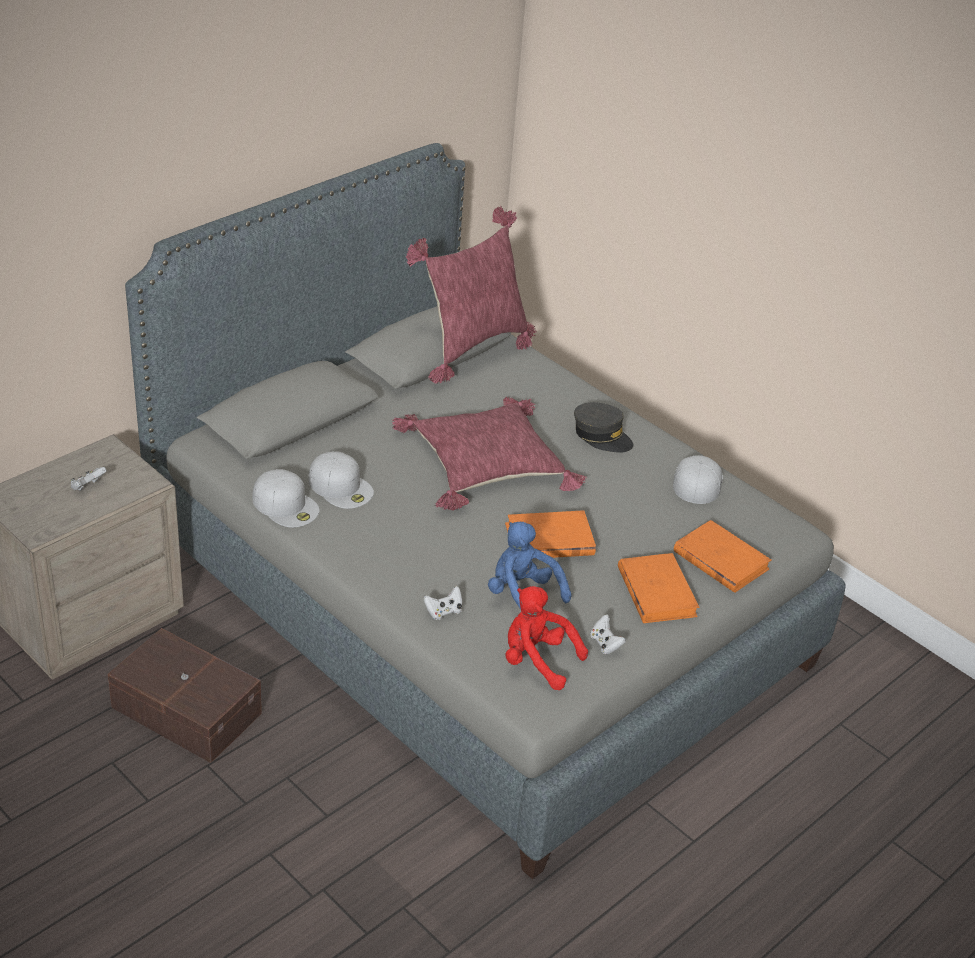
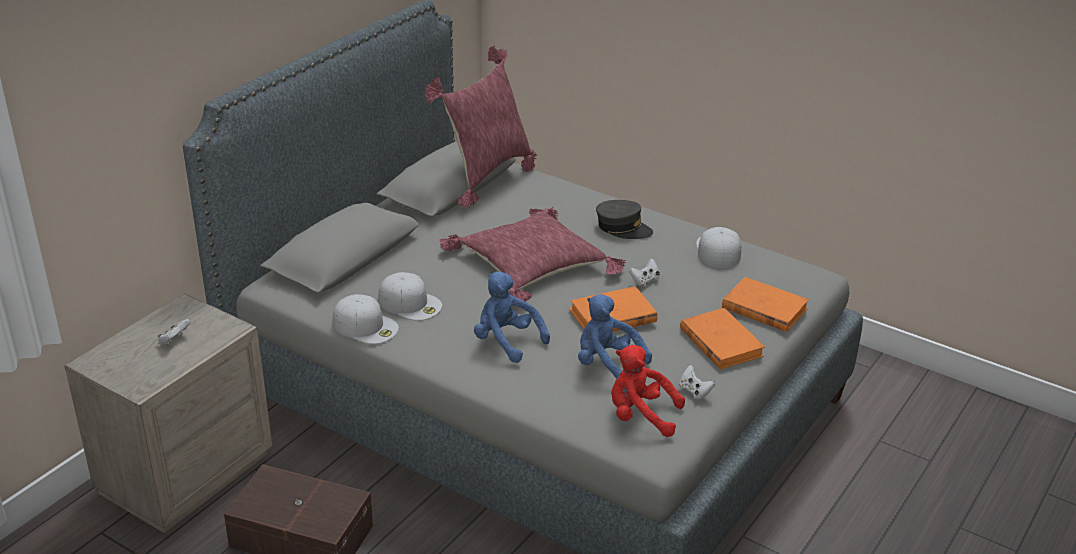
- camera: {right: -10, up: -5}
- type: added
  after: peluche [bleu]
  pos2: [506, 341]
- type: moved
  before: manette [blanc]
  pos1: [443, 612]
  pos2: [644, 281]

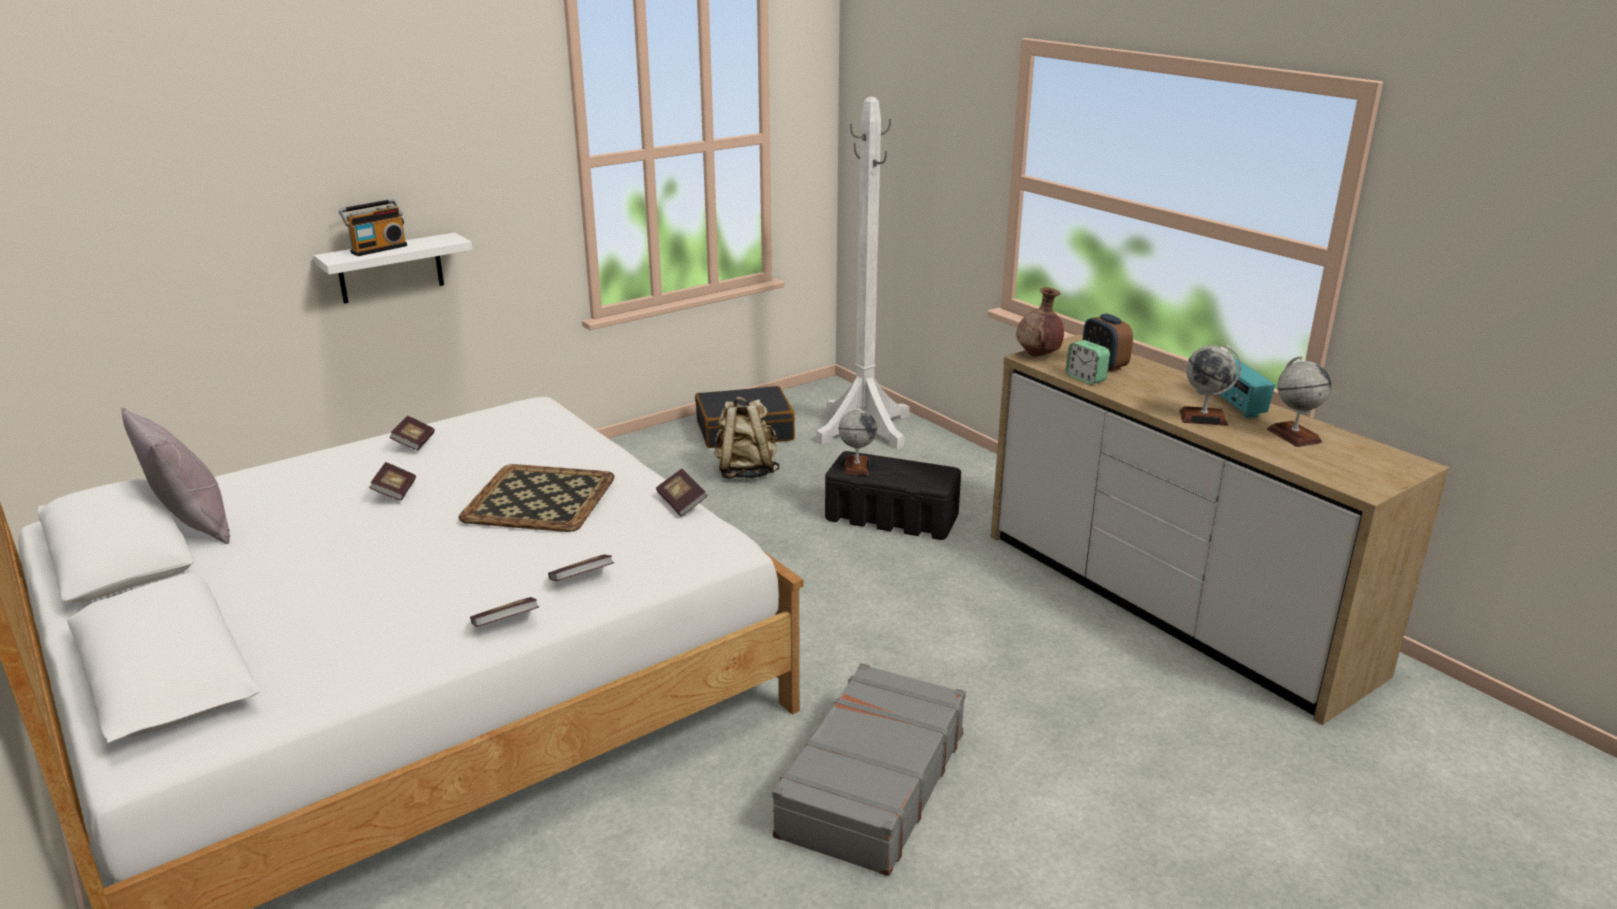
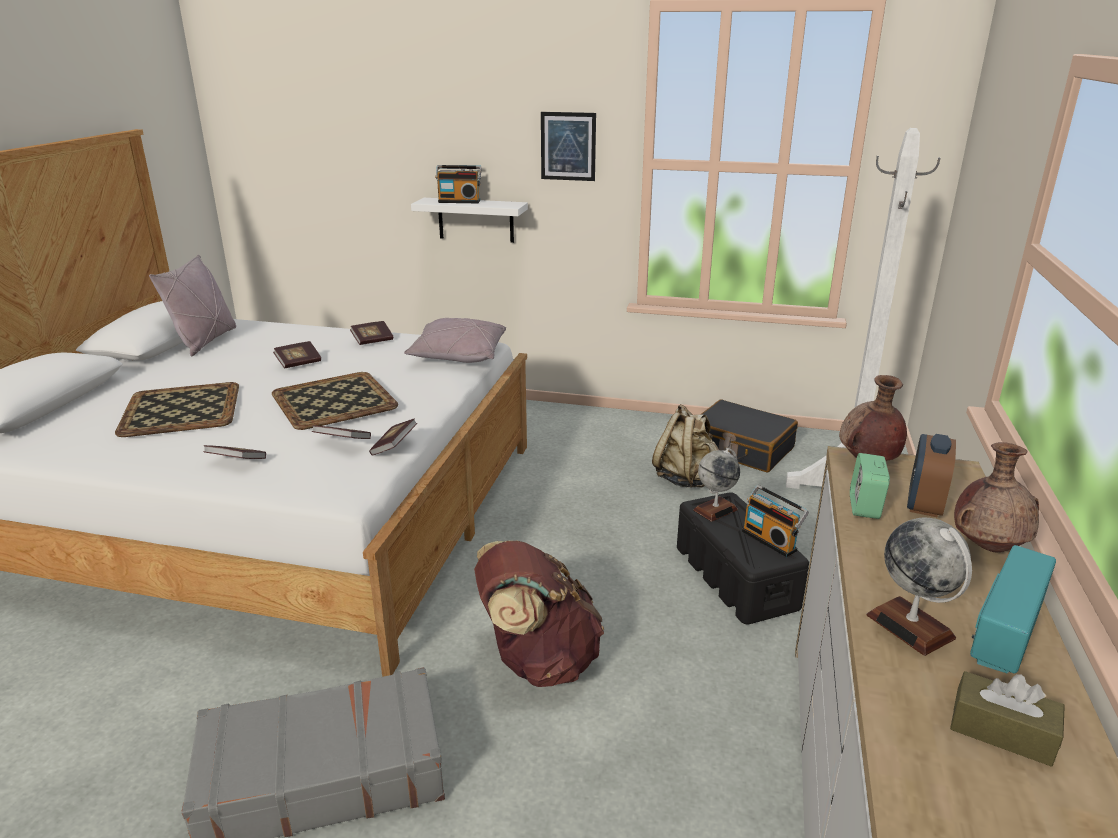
- camera: {right: 50, up: 0}
- type: added
  after: plateau
  pos2: [180, 409]
- type: moved
  before: livre
  pos1: [506, 624]
  pos2: [342, 442]
- type: added
  after: coussin [violet]
  pos2: [458, 356]
- type: added
  after: sac à dos [marron]
  pos2: [538, 660]
- type: added
  after: tableau
  pos2: [568, 146]
- type: added
  after: radio
  pos2: [771, 540]
- type: replaced
  before: globe
  after: boîte à mouchoirs [marron]
  pos1: [1293, 435]
  pos2: [1001, 731]
- type: added
  after: vase [marron]
  pos2: [988, 546]

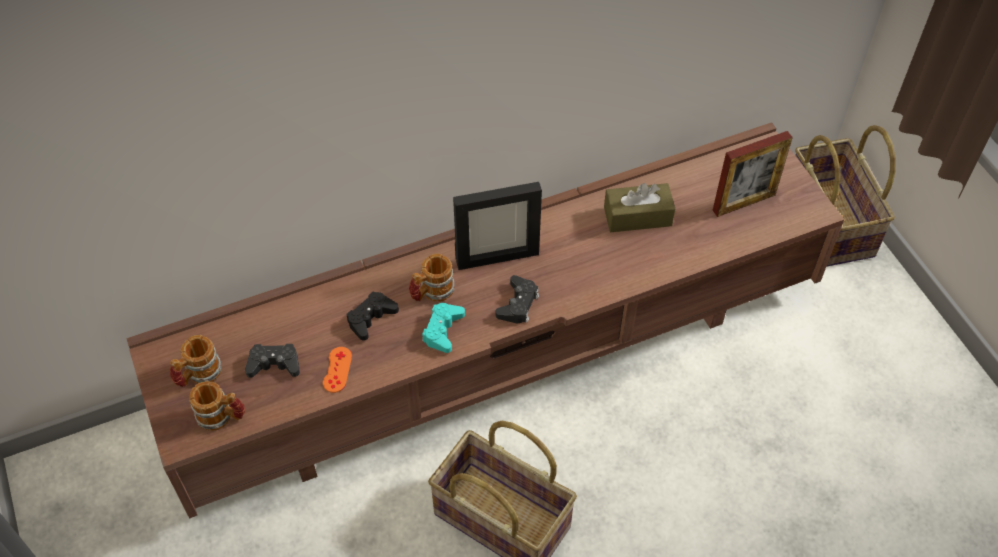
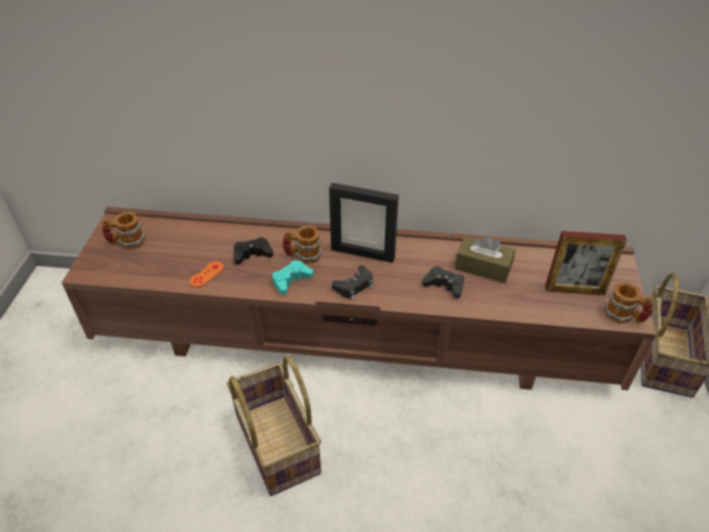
- camera: {right: 30, up: -10}
- type: moved
  before: manette [noir]
  pos1: [274, 364]
  pos2: [444, 285]
- type: moved
  before: mug
  pos1: [222, 417]
  pos2: [624, 316]

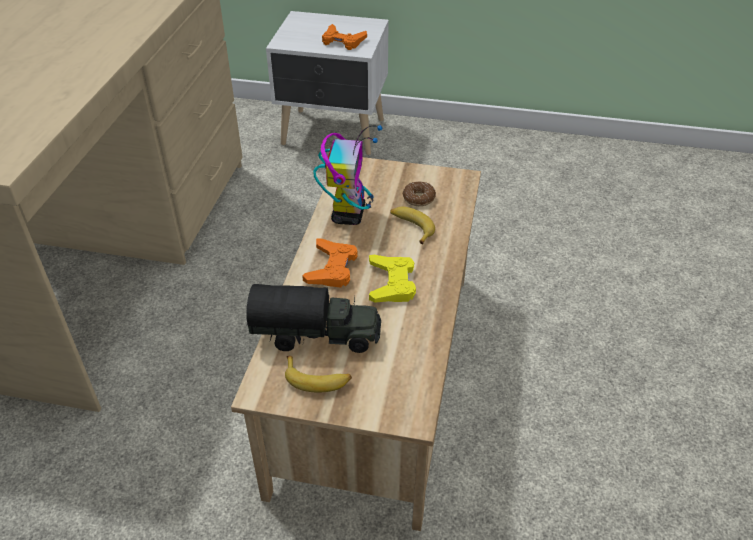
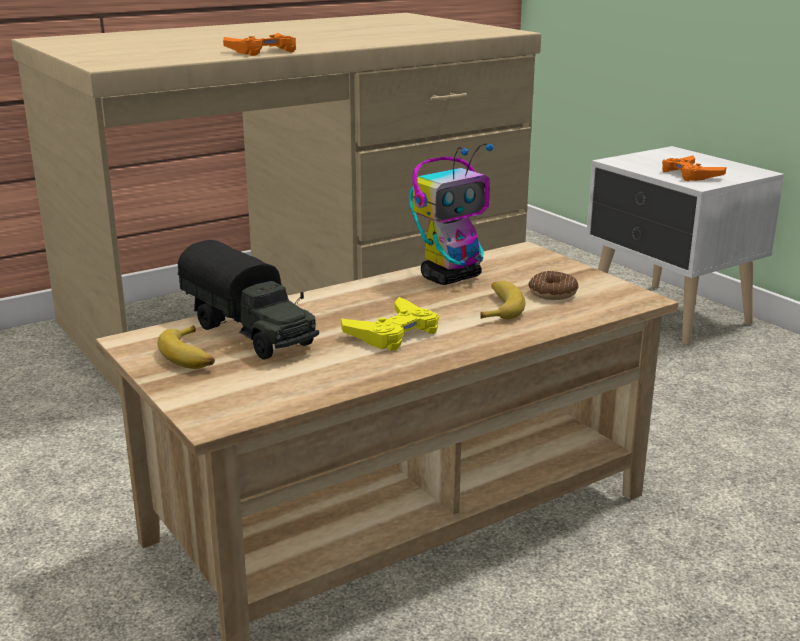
- camera: {right: 45, up: -20}
- type: moved
  before: manette [orange]
  pos1: [332, 268]
  pos2: [263, 51]

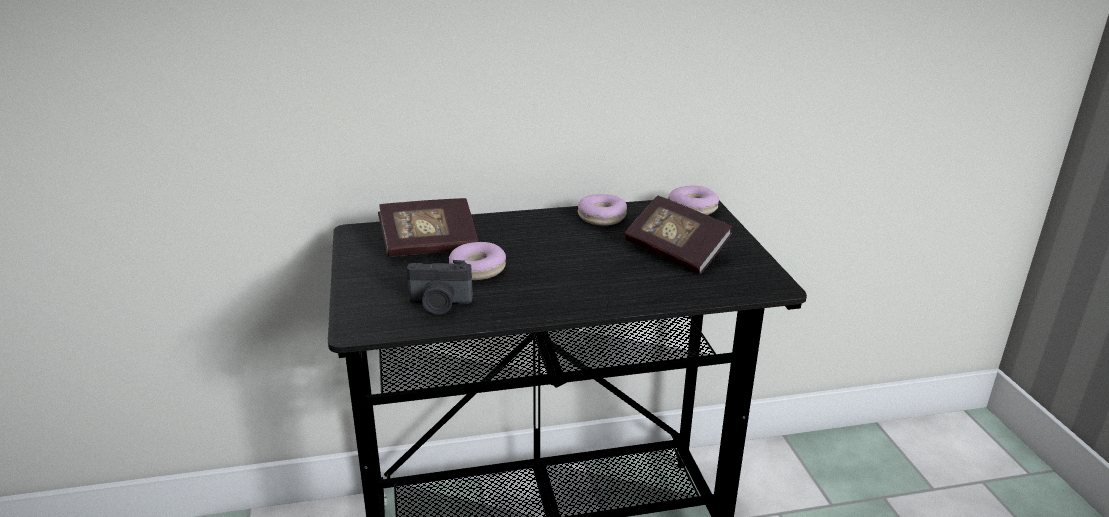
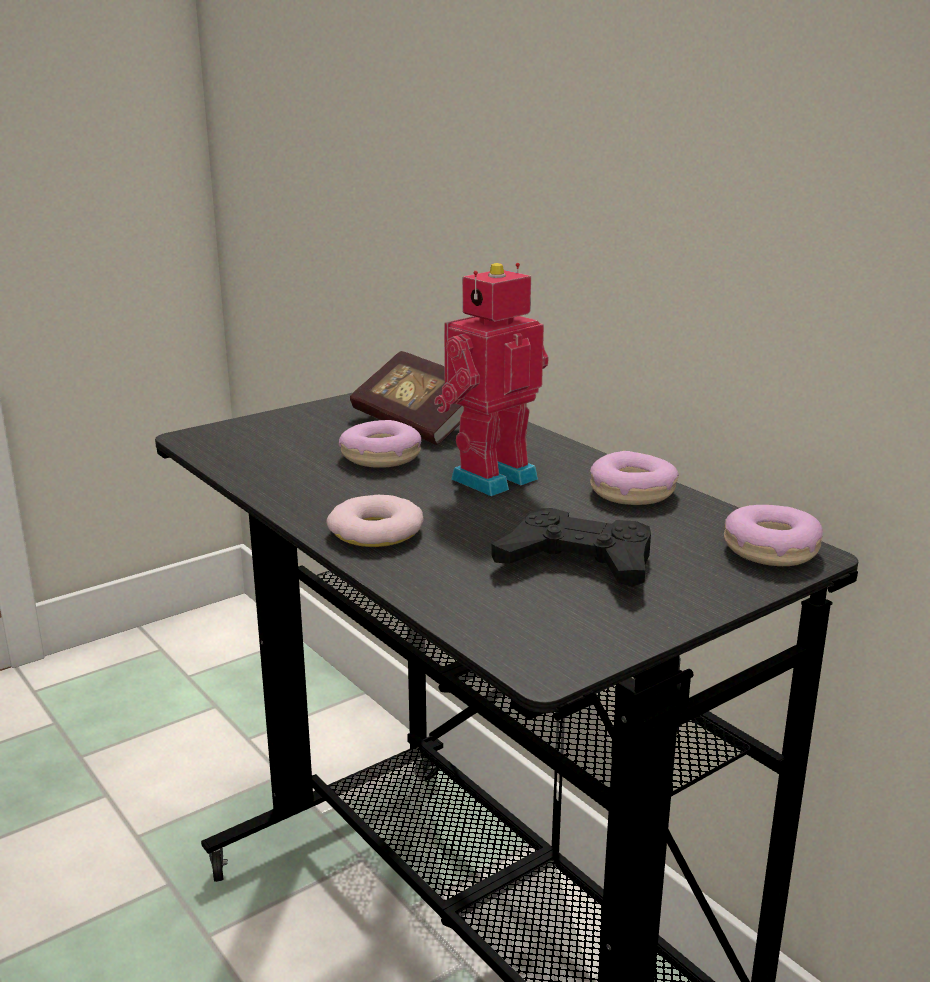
- camera: {right: 65, up: -5}
- type: added
  after: beignet
  pos2: [375, 531]
- type: added
  after: robot jouet
  pos2: [490, 477]
- type: replaced
  before: livre
  after: manette [noir]
  pos1: [675, 252]
  pos2: [577, 562]
- type: removed
  before: appareil photo
  pos1: [439, 304]

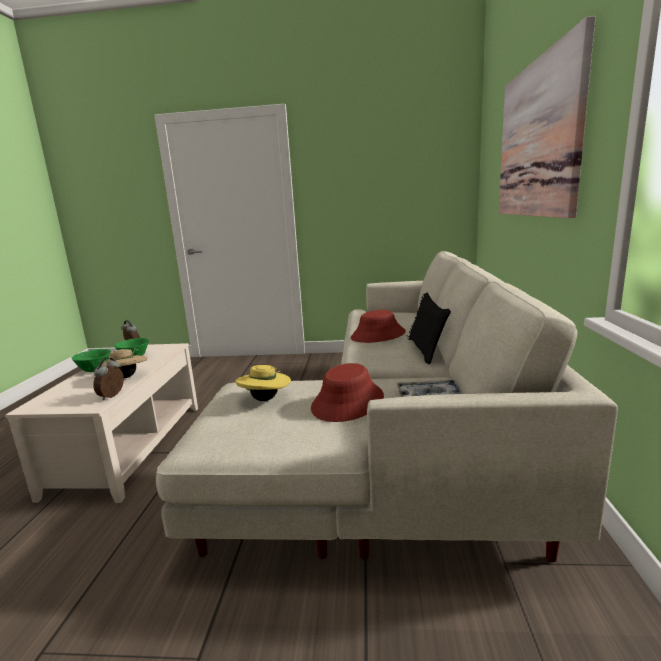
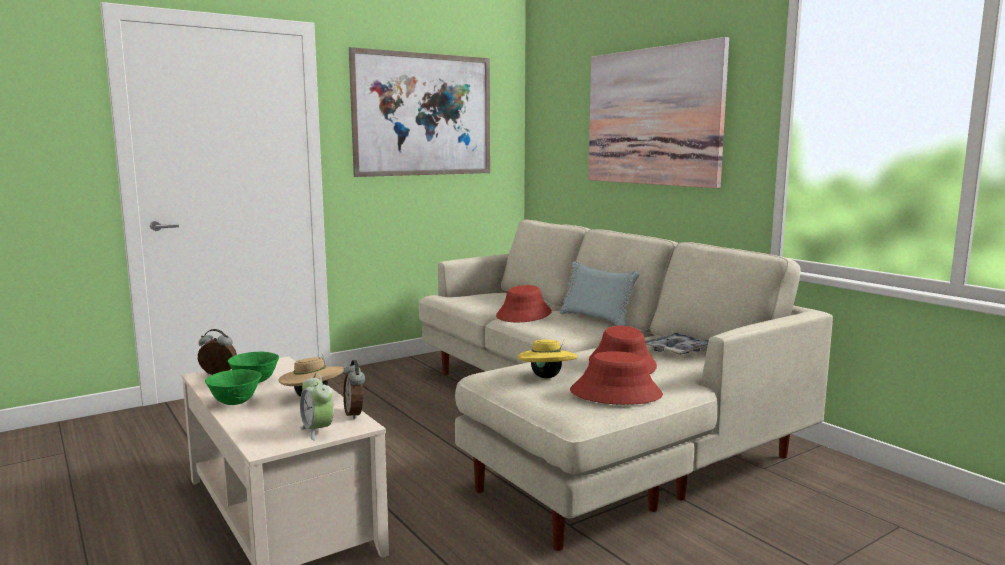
- camera: {right: -40, up: -5}
- type: added
  after: réveil
  pos2: [317, 431]
- type: added
  after: tableau
  pos2: [423, 115]
- type: recoloured
  before: coussin [noir]
  after: coussin [bleu]
  pos1: [427, 350]
  pos2: [596, 320]
- type: added
  after: chapeau [rouge]
  pos2: [616, 393]

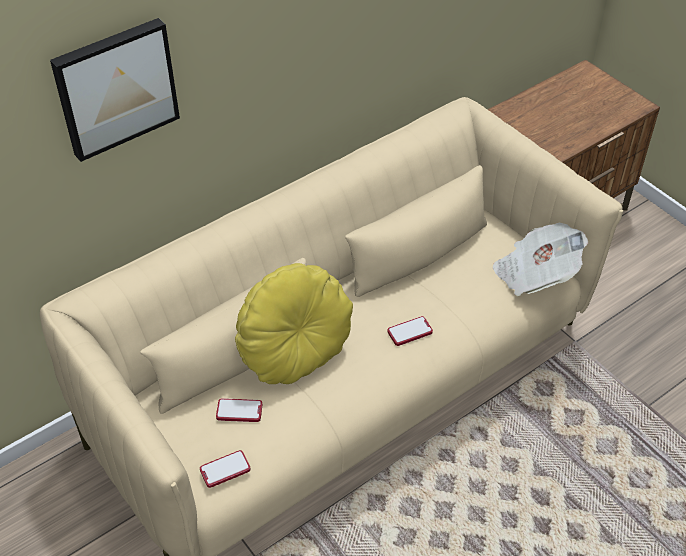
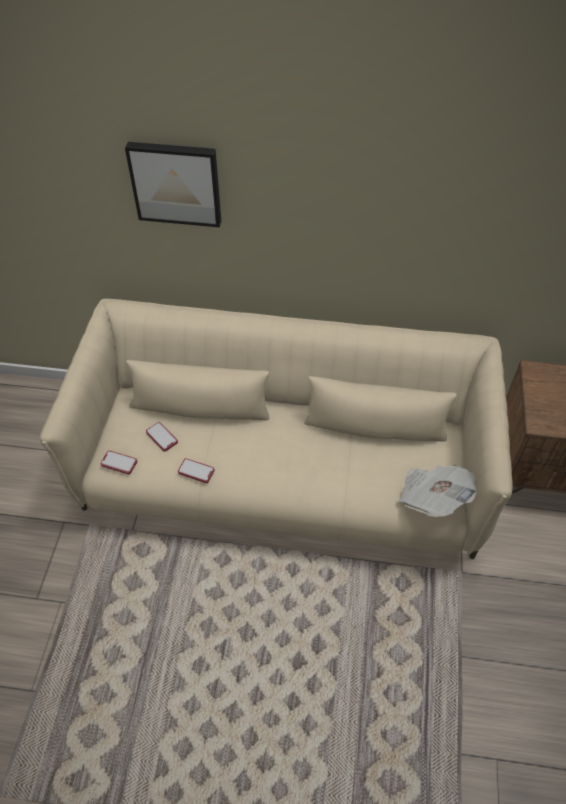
- camera: {right: 45, up: 5}
- type: moved
  before: téléphone
  pos1: [409, 332]
  pos2: [196, 471]
- type: removed
  before: coussin [jaune]
  pos1: [296, 358]

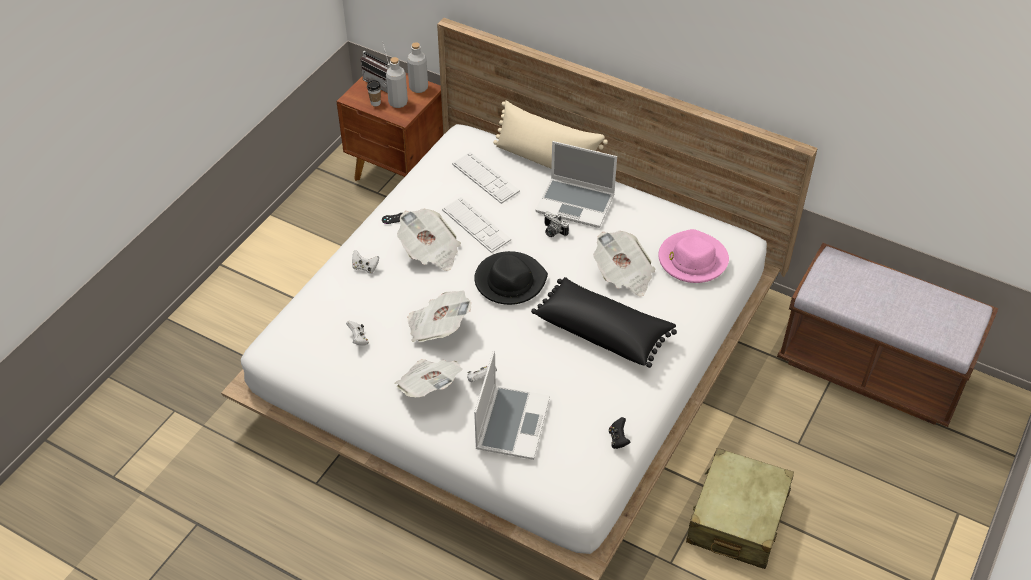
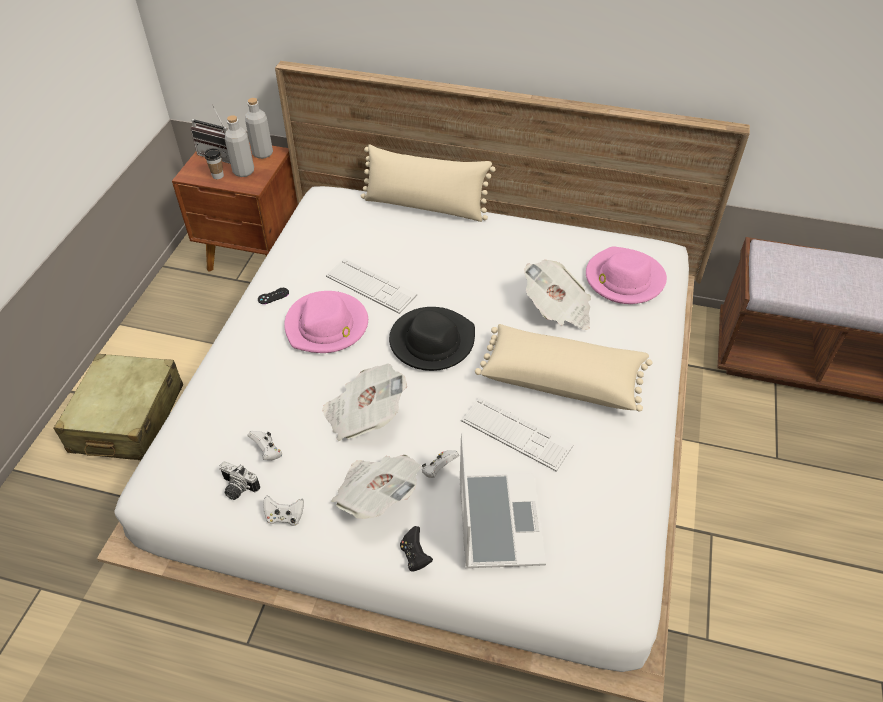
- camera: {right: -15, up: 0}
- type: moved
  before: valise [beige]
  pos1: [737, 519]
  pos2: [127, 419]
- type: moved
  before: appareil photo
  pos1: [552, 232]
  pos2: [237, 489]
- type: moved
  before: manette [blanc]
  pos1: [365, 267]
  pos2: [284, 516]
- type: replaced
  before: journal
  after: chapeau [rose]
  pos1: [430, 251]
  pos2: [327, 326]
- type: moved
  before: manette [noir]
  pos1: [618, 439]
  pos2: [415, 556]
- type: moved
  before: clavier
  pos1: [485, 178]
  pos2: [516, 433]
- type: recoloured
  before: coussin [noir]
  after: coussin [beige]
  pos1: [603, 331]
  pos2: [562, 378]
- type: removed
  before: ordinateur portable
  pos1: [576, 203]

